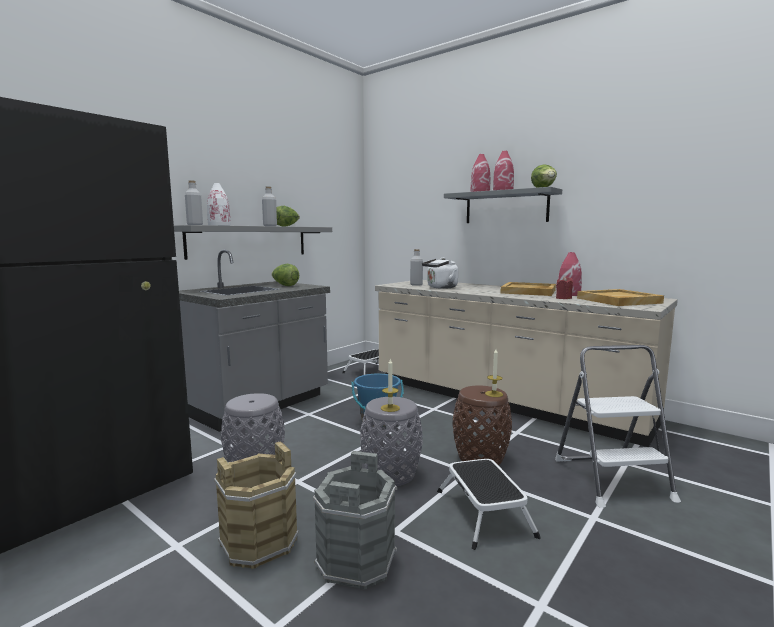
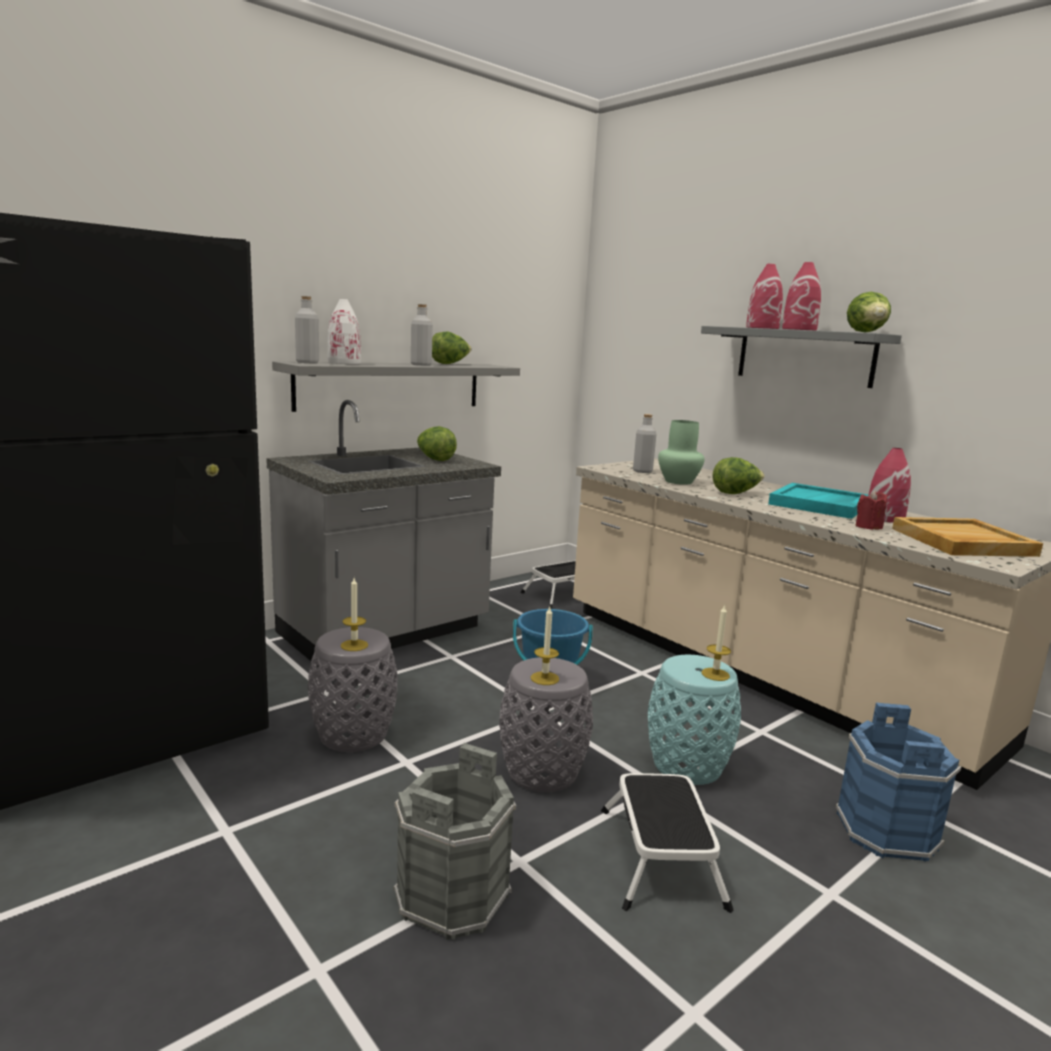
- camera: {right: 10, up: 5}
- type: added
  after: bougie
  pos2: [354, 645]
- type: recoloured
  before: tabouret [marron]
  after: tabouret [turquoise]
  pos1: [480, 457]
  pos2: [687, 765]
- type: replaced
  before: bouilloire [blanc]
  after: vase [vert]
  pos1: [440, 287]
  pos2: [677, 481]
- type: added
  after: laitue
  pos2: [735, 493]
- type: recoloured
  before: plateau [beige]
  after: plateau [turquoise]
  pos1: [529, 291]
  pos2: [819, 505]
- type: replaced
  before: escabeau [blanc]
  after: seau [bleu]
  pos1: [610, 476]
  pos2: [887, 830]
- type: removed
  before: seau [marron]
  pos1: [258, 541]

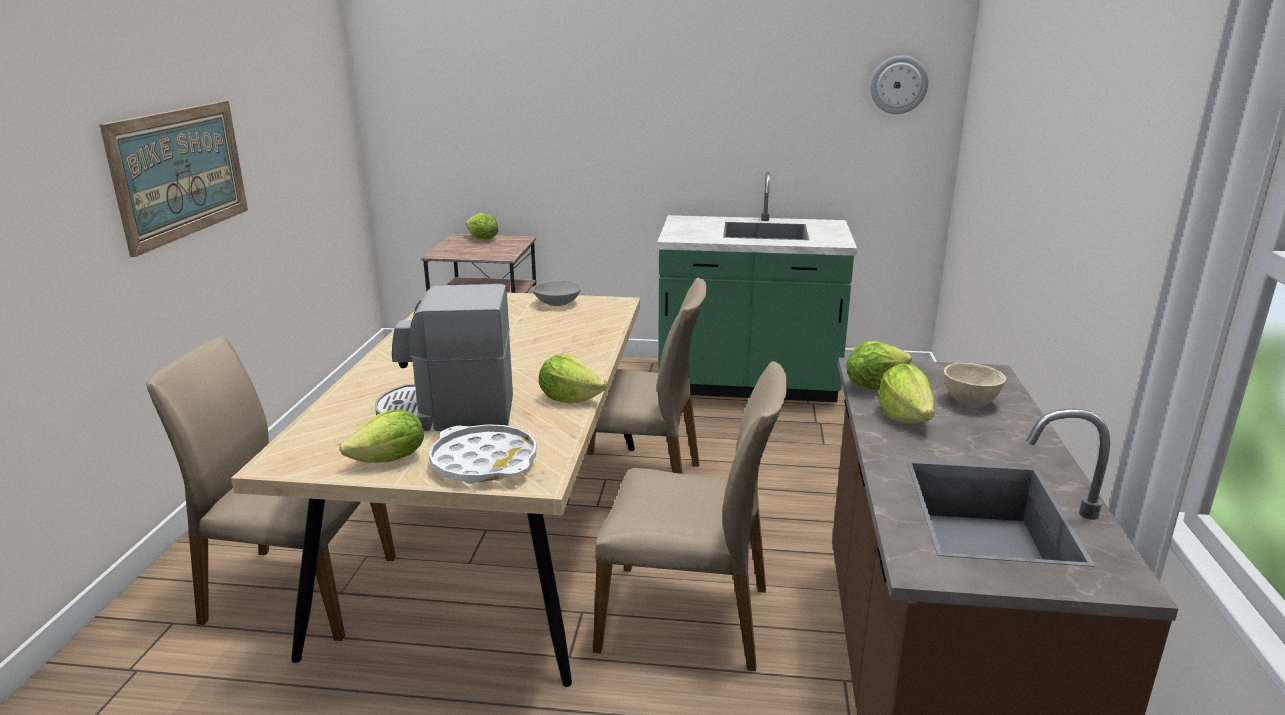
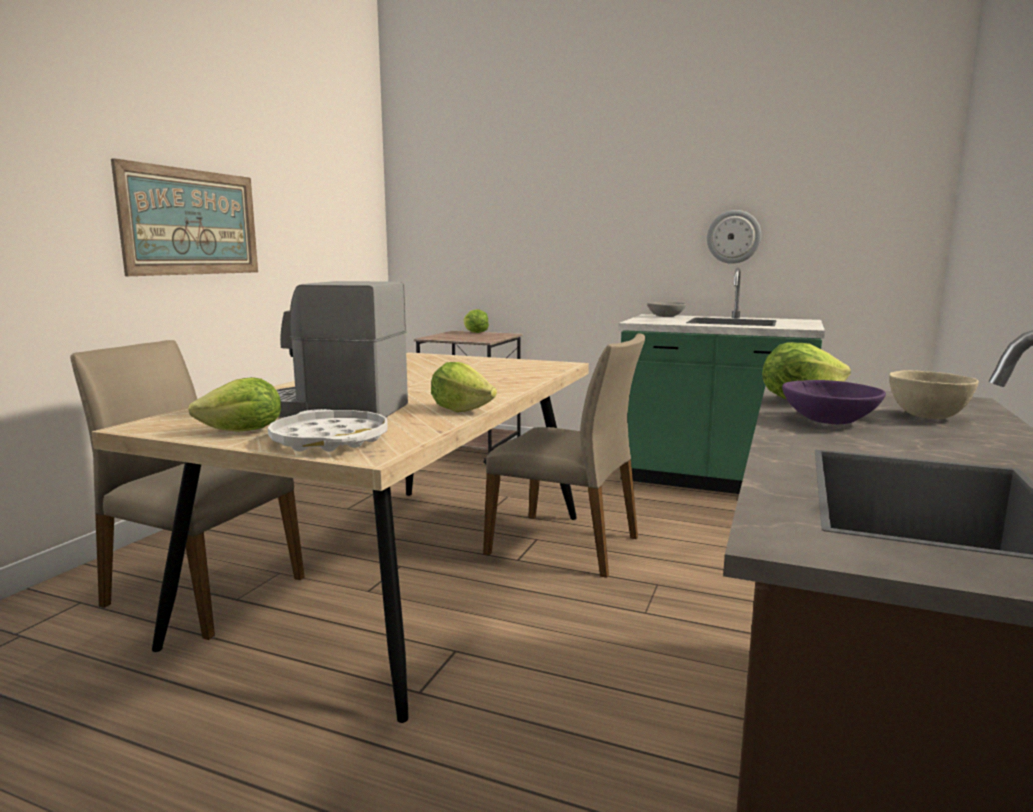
- camera: {right: 15, up: -10}
- type: moved
  before: bol [gris]
  pos1: [557, 303]
  pos2: [665, 316]
- type: moved
  before: horloge murale
  pos1: [898, 85]
  pos2: [733, 237]
- type: replaced
  before: laitue
  after: bol [violet]
  pos1: [905, 417]
  pos2: [829, 420]
- type: removed
  before: chaise [beige]
  pos1: [687, 617]

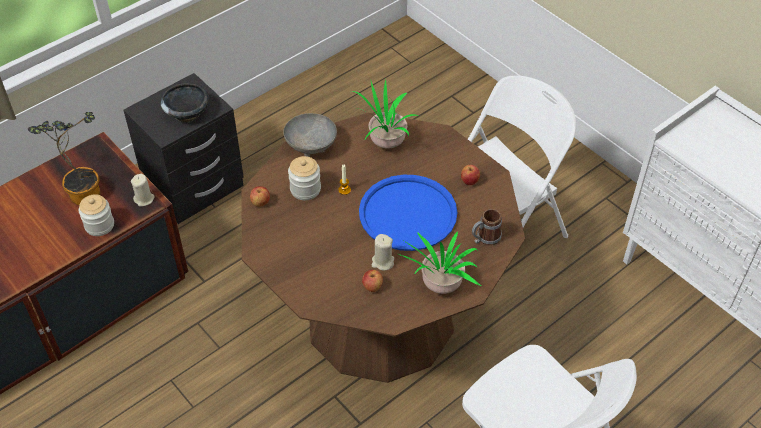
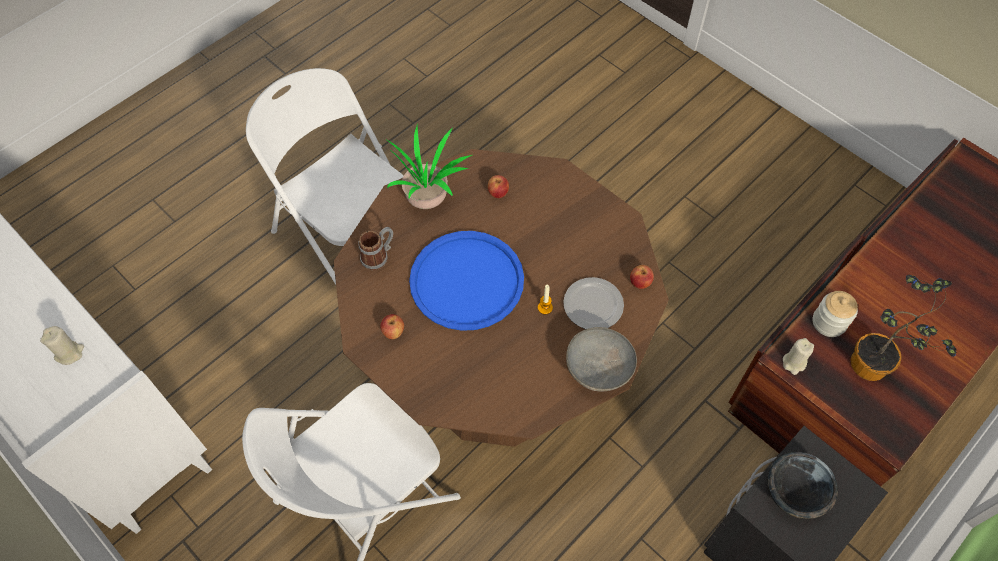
- camera: {right: 175, up: 10}
- type: moved
  before: bougie [beige]
  pos1: [382, 262]
  pos2: [69, 353]
- type: replaced
  before: bocal
  after: assiette
  pos1: [305, 189]
  pos2: [592, 305]
- type: removed
  before: plante en pot
  pos1: [384, 143]

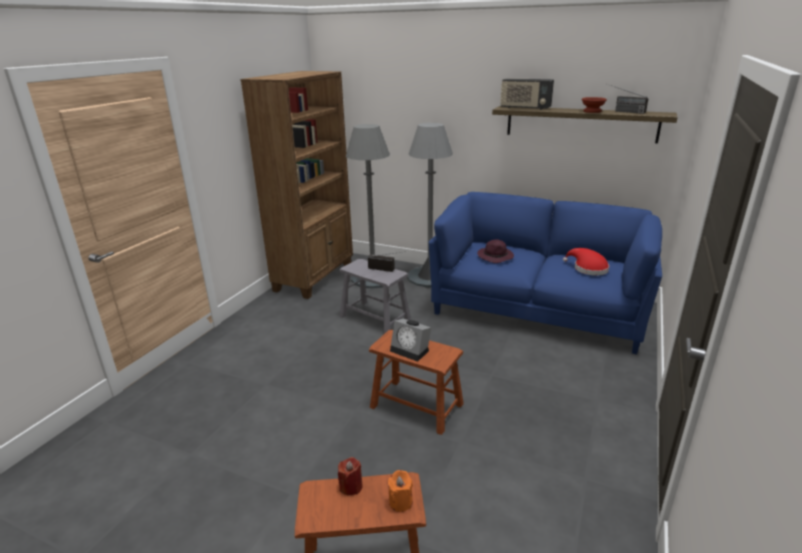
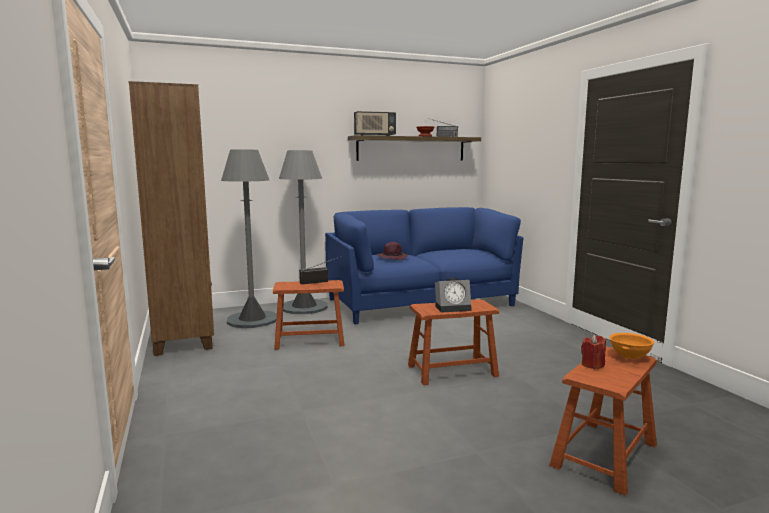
- camera: {right: -45, up: -15}
- type: recoloured
  before: tabouret [gris]
  after: tabouret [marron]
  pos1: [375, 317]
  pos2: [310, 340]
- type: replaced
  before: bougie [orange]
  after: bol [orange]
  pos1: [400, 502]
  pos2: [629, 357]
- type: removed
  before: chapeau [rouge]
  pos1: [587, 269]

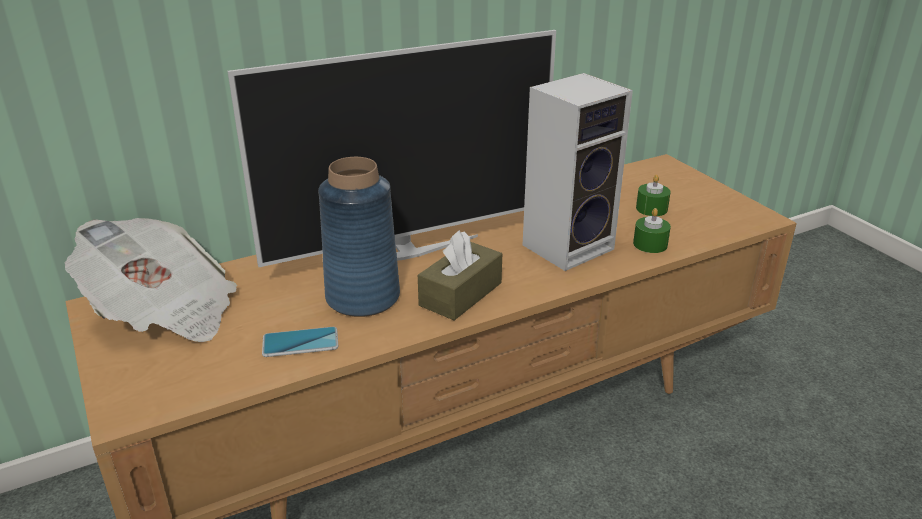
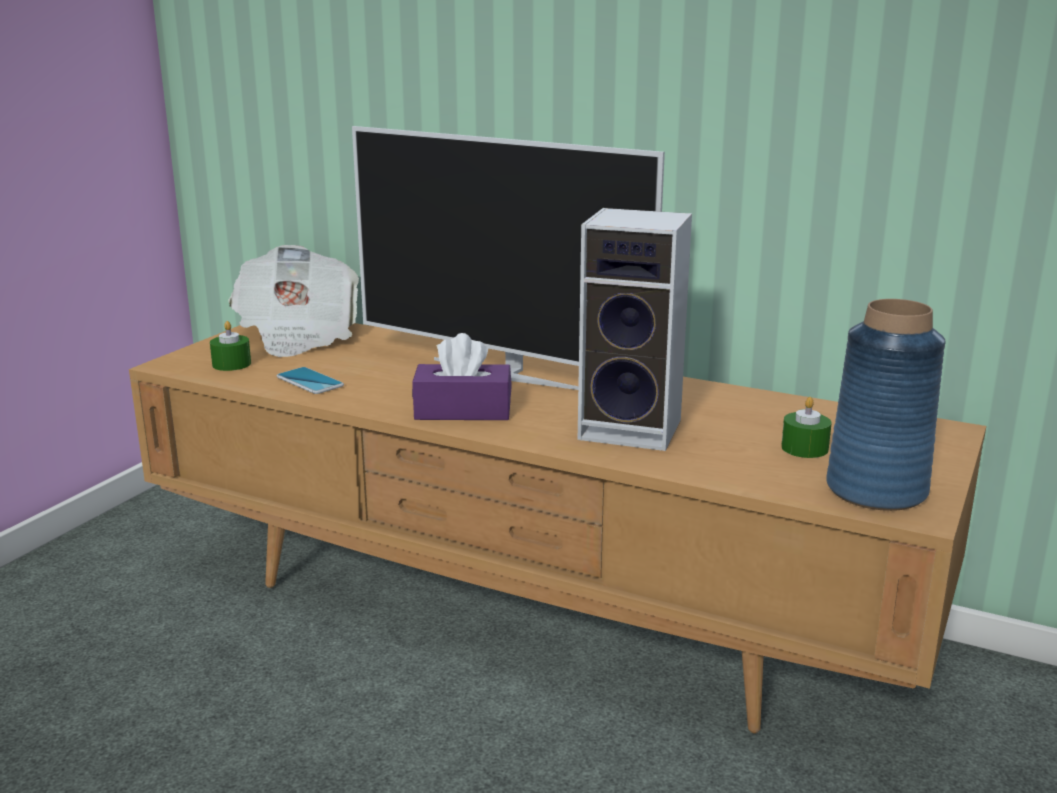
- camera: {right: 55, up: -10}
- type: moved
  before: bougie [vert]
  pos1: [650, 244]
  pos2: [231, 364]
- type: recoloured
  before: boîte à mouchoirs [marron]
  after: boîte à mouchoirs [violet]
  pos1: [460, 294]
  pos2: [463, 411]
- type: moved
  before: vase [bleu]
  pos1: [363, 297]
  pos2: [877, 490]

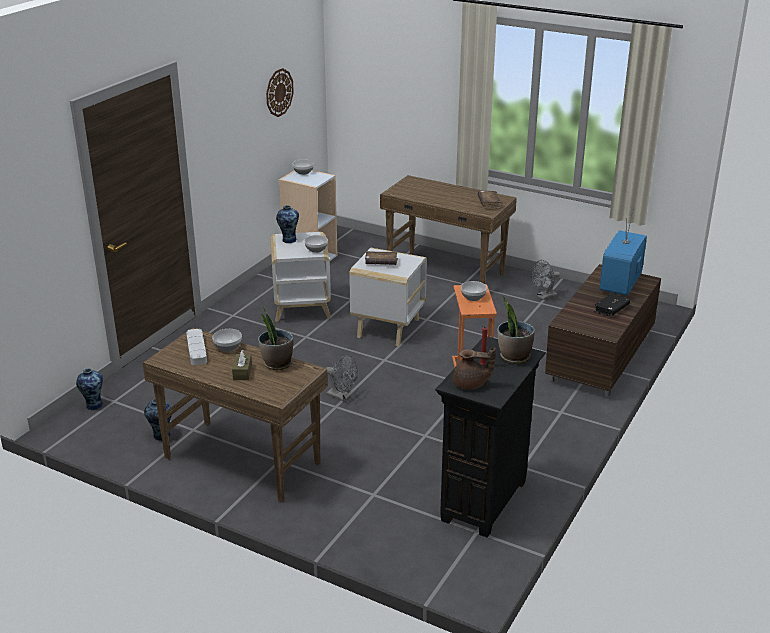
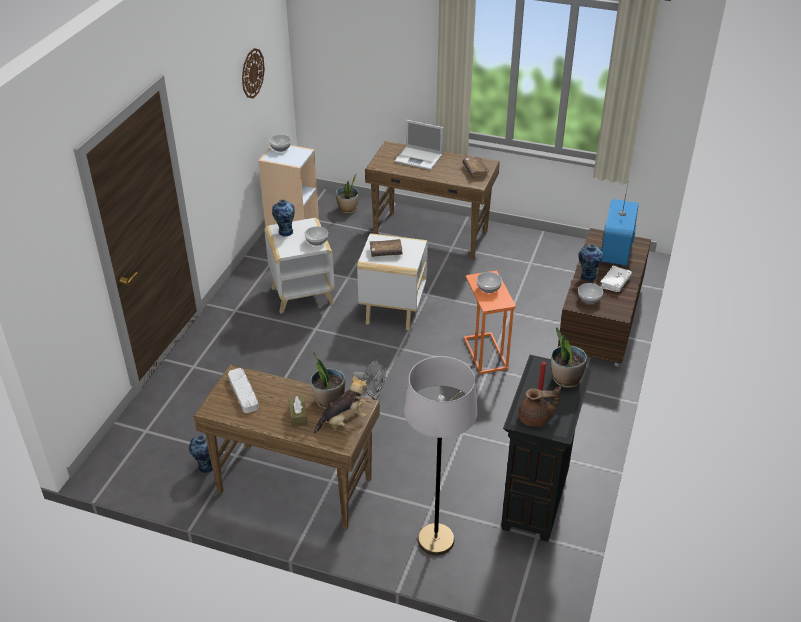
- camera: {right: -10, up: 10}
- type: added
  after: peluche
  pos2: [343, 420]
- type: added
  after: plante en pot
  pos2: [347, 209]
- type: added
  after: ordinateur portable
  pos2: [419, 158]
- type: added
  after: lampadaire [gris]
  pos2: [435, 540]
- type: moved
  before: vase
  pos1: [93, 405]
  pos2: [587, 276]
- type: moved
  before: bol
  pos1: [228, 347]
  pos2: [589, 299]
- type: recoloured
  before: livre [noir]
  after: livre [blanc]
  pos1: [611, 309]
  pos2: [615, 283]
- type: removed
  before: ventilateur [gris]
  pos1: [544, 297]

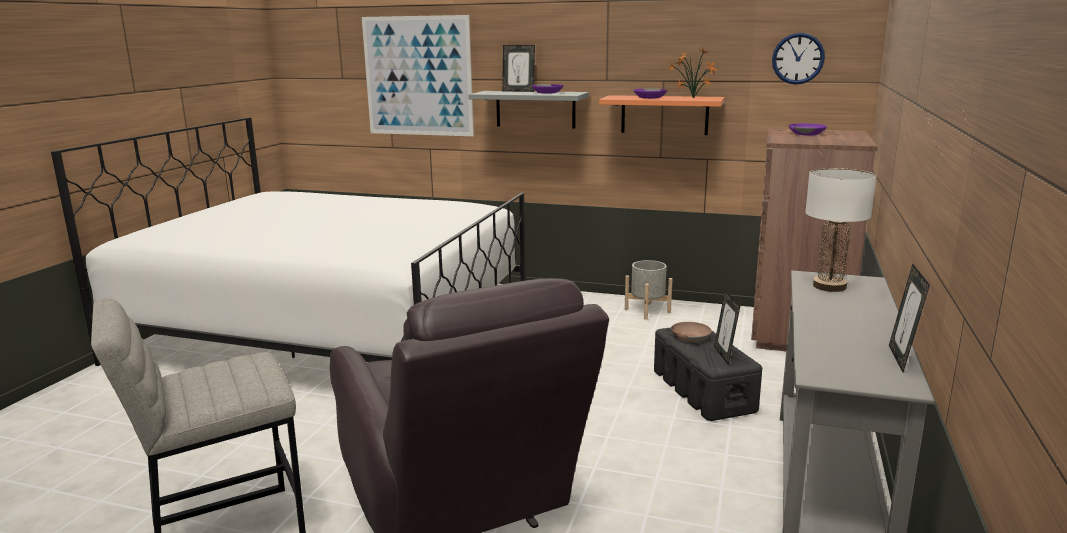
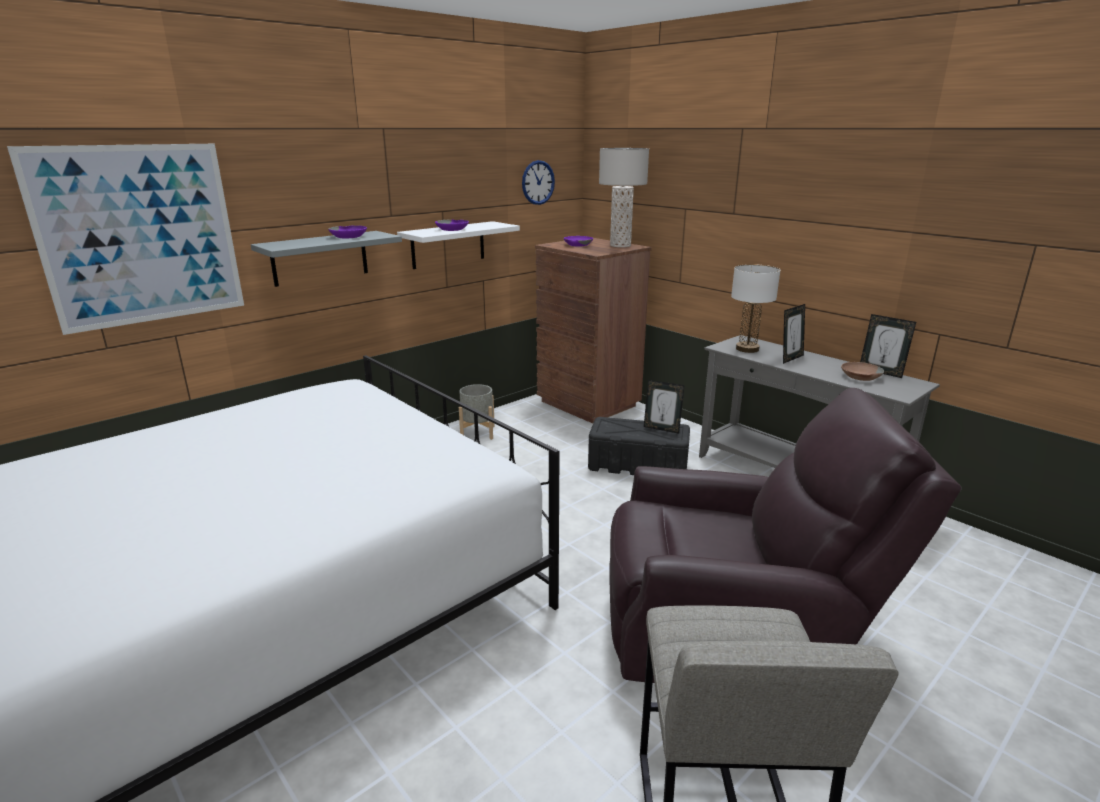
- camera: {right: -60, up: 5}
- type: recoloured
  before: étagère [orange]
  after: étagère [blanc]
  pos1: [664, 115]
  pos2: [448, 245]
- type: added
  after: lampe de table [blanc]
  pos2: [620, 245]
- type: moved
  before: cadre photo
  pos1: [518, 91]
  pos2: [790, 358]
- type: moved
  before: bol [marron]
  pos1: [690, 337]
  pos2: [859, 376]
- type: removed
  before: plante en pot
  pos1: [694, 98]

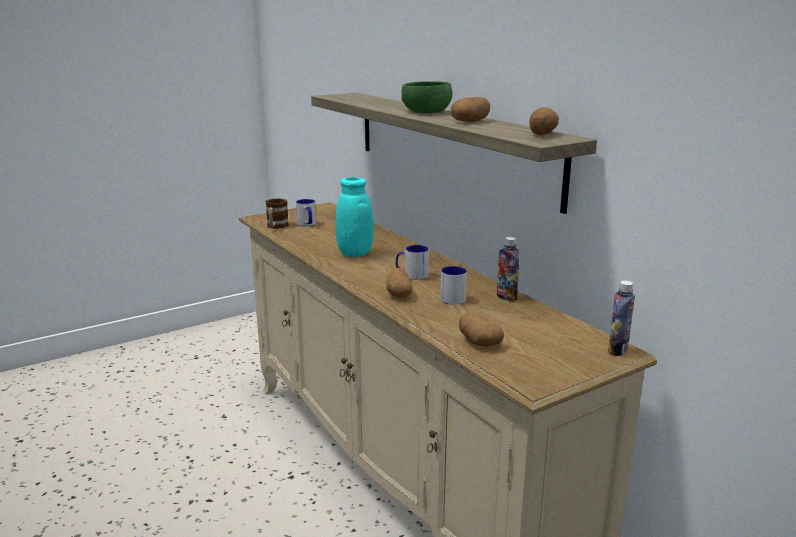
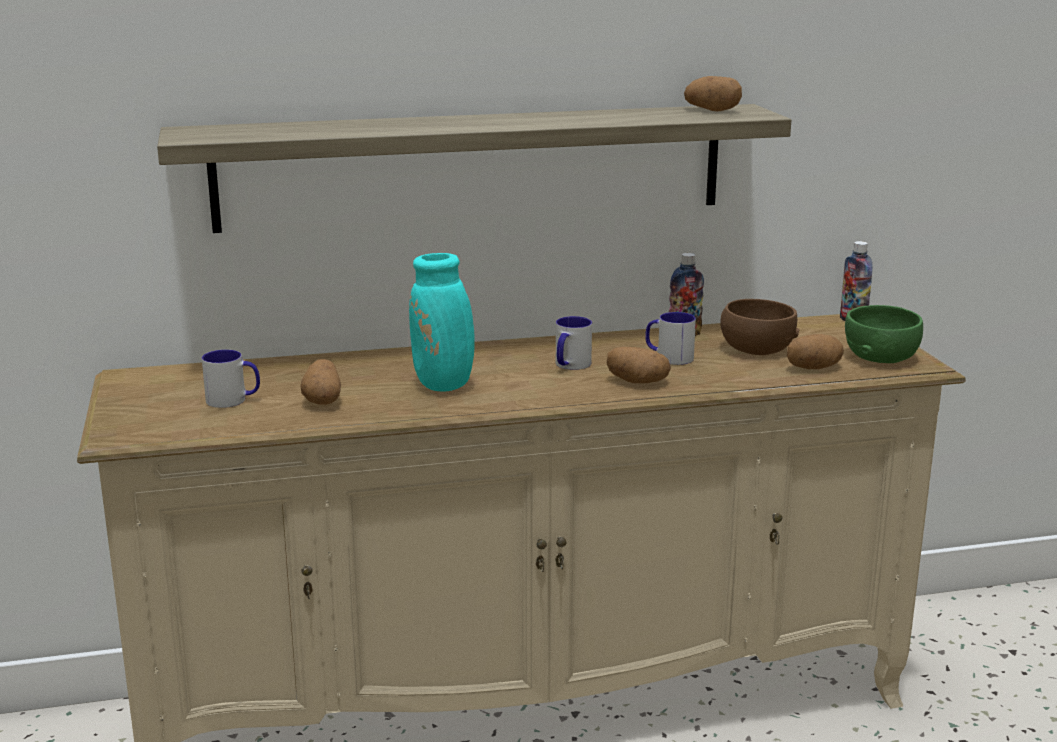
- camera: {right: -70, up: 0}
- type: moved
  before: pomme de terre
  pos1: [470, 122]
  pos2: [323, 400]
- type: added
  after: bol [marron]
  pos2: [757, 349]
- type: moved
  before: bol [vert]
  pos1: [426, 111]
  pos2: [880, 356]
- type: removed
  before: mug
  pos1: [276, 226]

